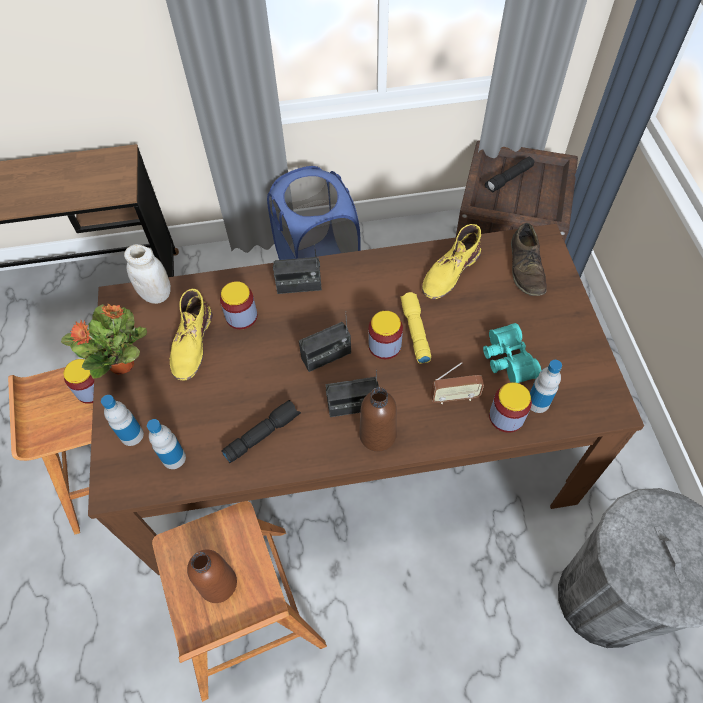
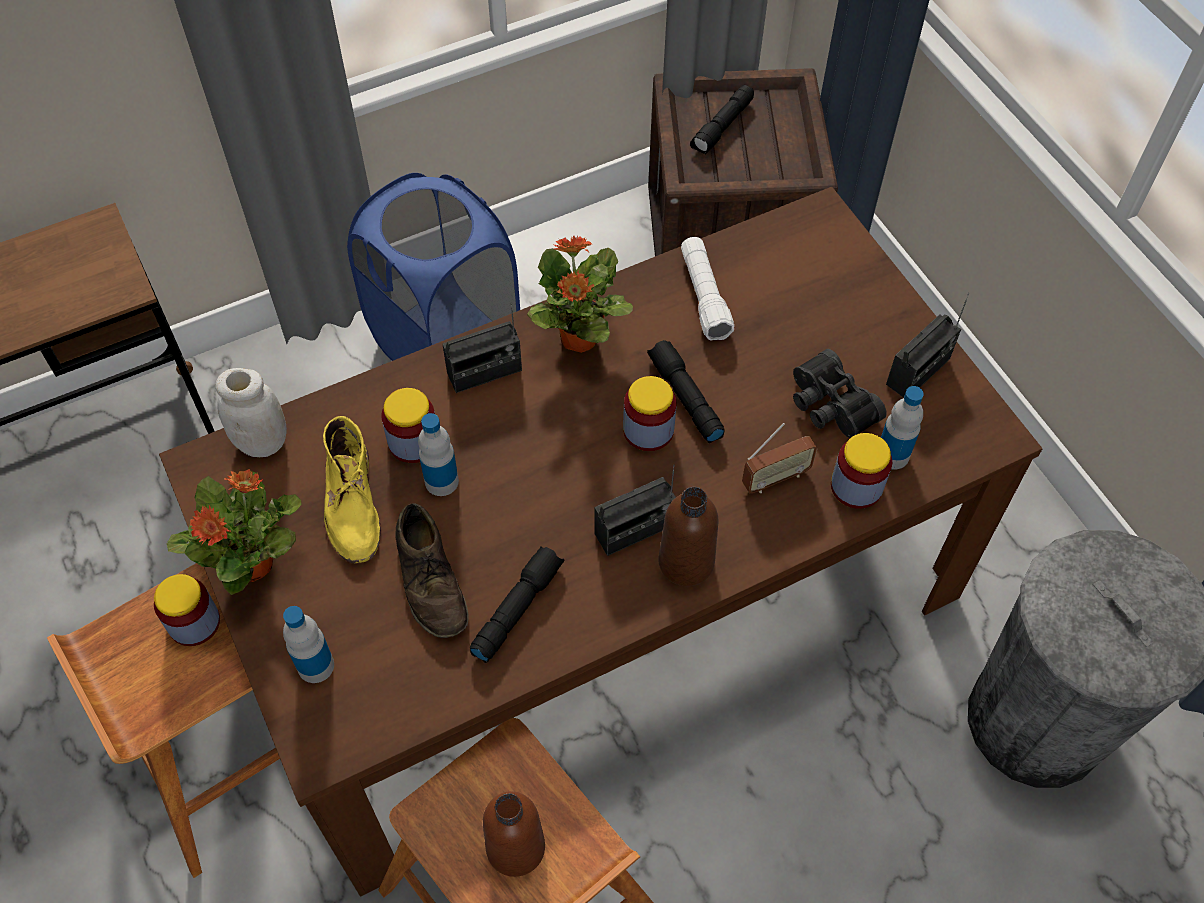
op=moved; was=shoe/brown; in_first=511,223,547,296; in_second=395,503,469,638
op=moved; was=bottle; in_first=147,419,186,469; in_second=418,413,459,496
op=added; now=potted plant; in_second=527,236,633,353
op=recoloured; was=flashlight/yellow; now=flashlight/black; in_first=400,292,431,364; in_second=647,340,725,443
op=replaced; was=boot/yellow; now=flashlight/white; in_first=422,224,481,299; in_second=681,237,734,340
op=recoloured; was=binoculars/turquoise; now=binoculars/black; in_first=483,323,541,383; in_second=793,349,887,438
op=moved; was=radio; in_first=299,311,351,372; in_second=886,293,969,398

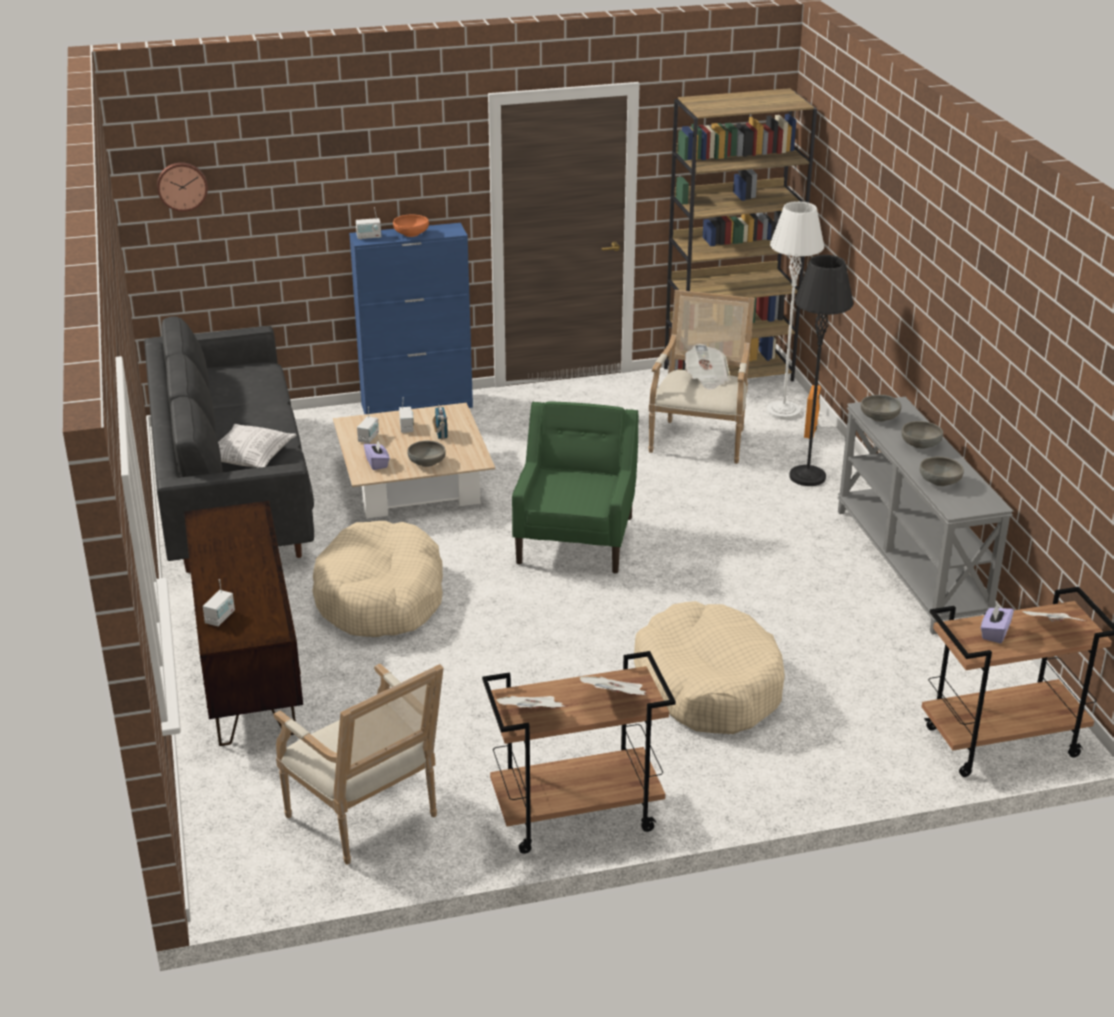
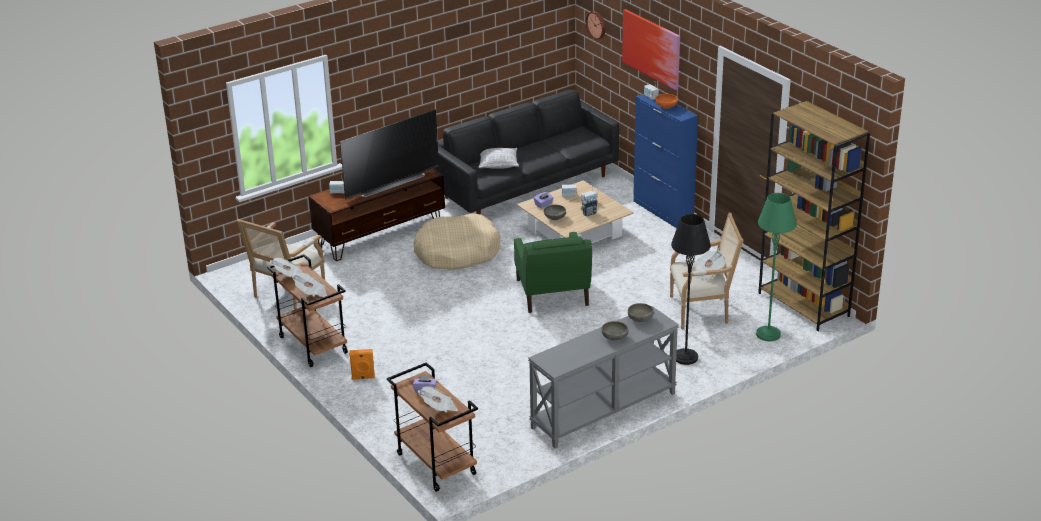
op=added; now=television; in_second=340,109,439,199
op=moved; was=speaker/orange; in_first=804,385,821,439; in_second=349,349,375,380
op=turned; was=armchair/green; in_first=512,401,639,574; in_second=514,232,592,313; clockwise=90
op=added; now=picture; in_second=622,9,680,90
op=recoloured; was=floor lamp/white; now=floor lamp/green; in_first=767,201,824,420; in_second=756,193,797,341
op=removed; was=dog bed/beige; in_first=634,601,785,734
op=removed; was=bowl/grey; in_first=920,457,964,486

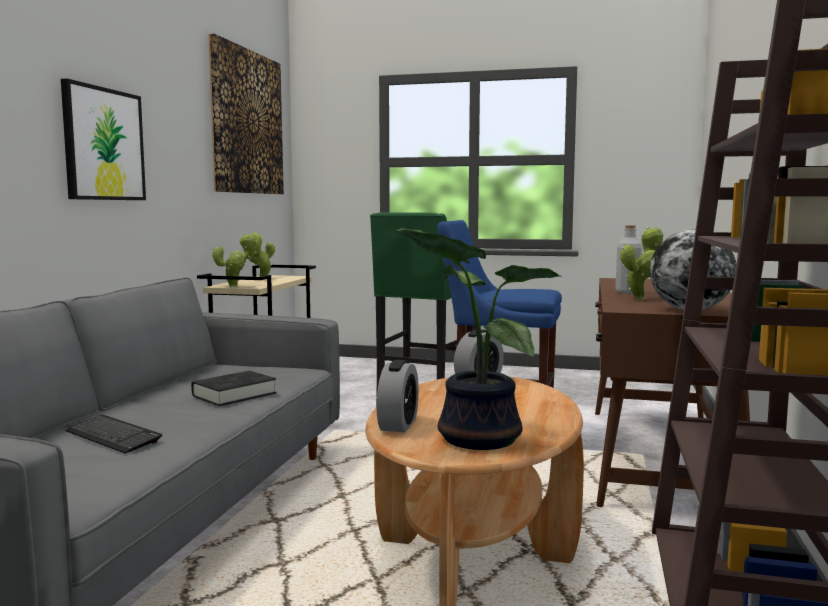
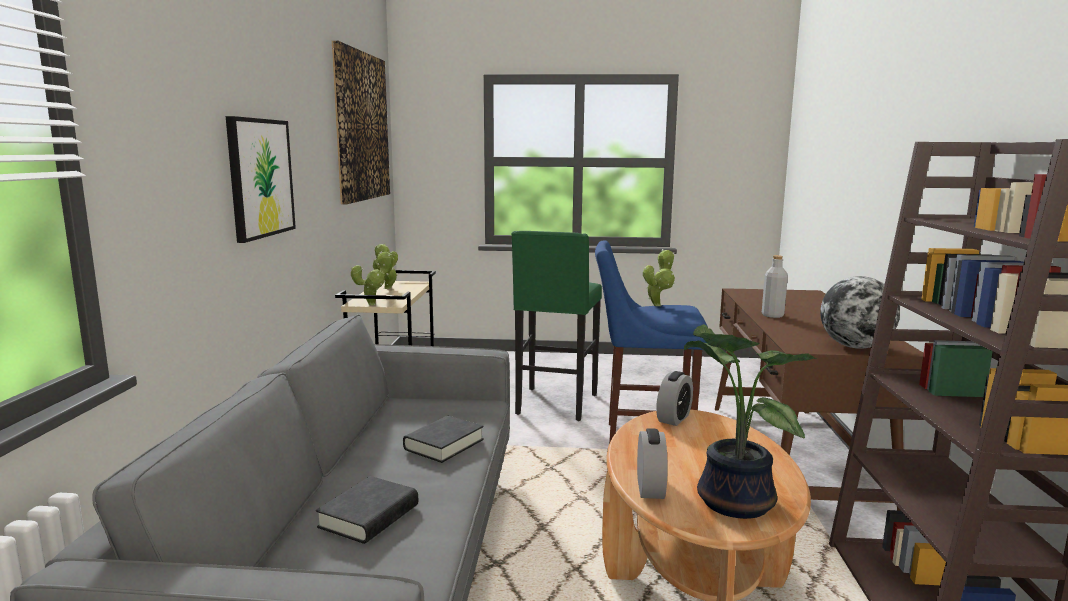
op=replaced; was=keyboard; now=book/black; in_first=65,415,162,454; in_second=316,476,418,544
op=moved; was=potted plant; in_first=620,227,664,300; in_second=643,249,675,306

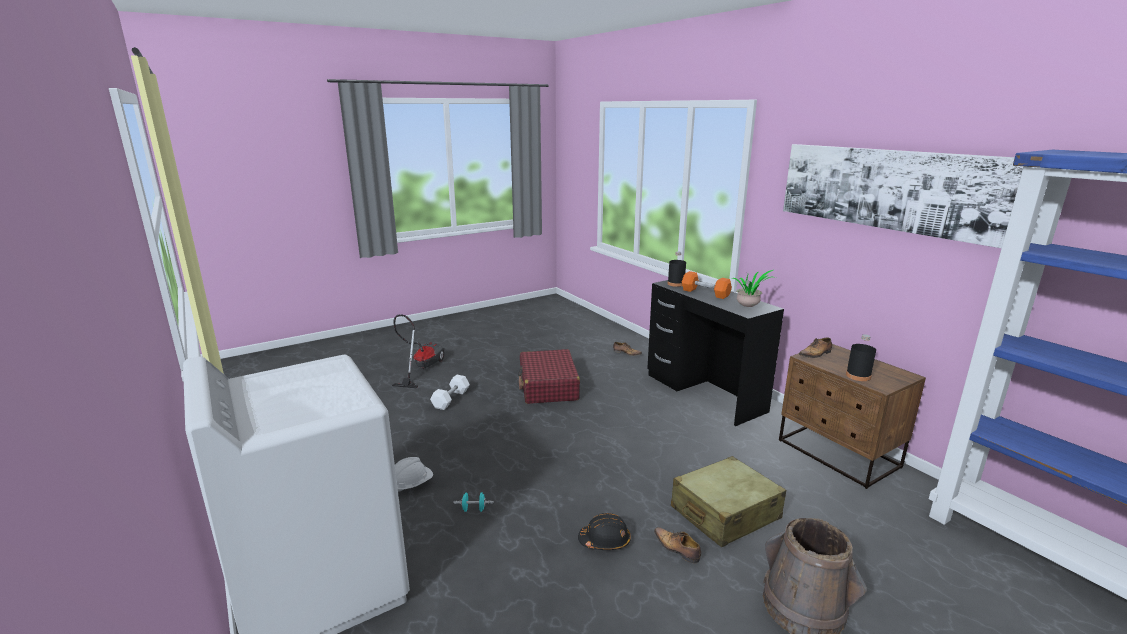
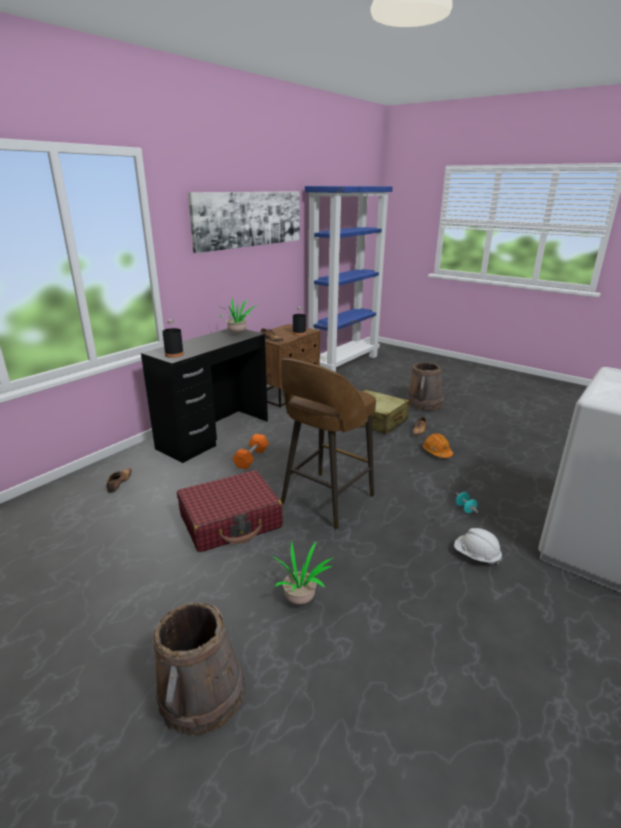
op=replaced; was=vacuum cleaner; now=bucket/brown; in_first=392,314,445,389; in_second=153,602,246,736
op=moved; was=dumbbell/orange; in_first=682,271,732,299; in_second=233,434,269,469
op=replaced; was=dumbbell/white; now=potted plant; in_first=430,375,470,410; in_second=272,542,334,605
op=added; now=stool/brown; in_second=281,358,376,529
op=recoloured; was=hard hat/black; now=hard hat/orange; in_first=578,513,631,550; in_second=423,433,453,458

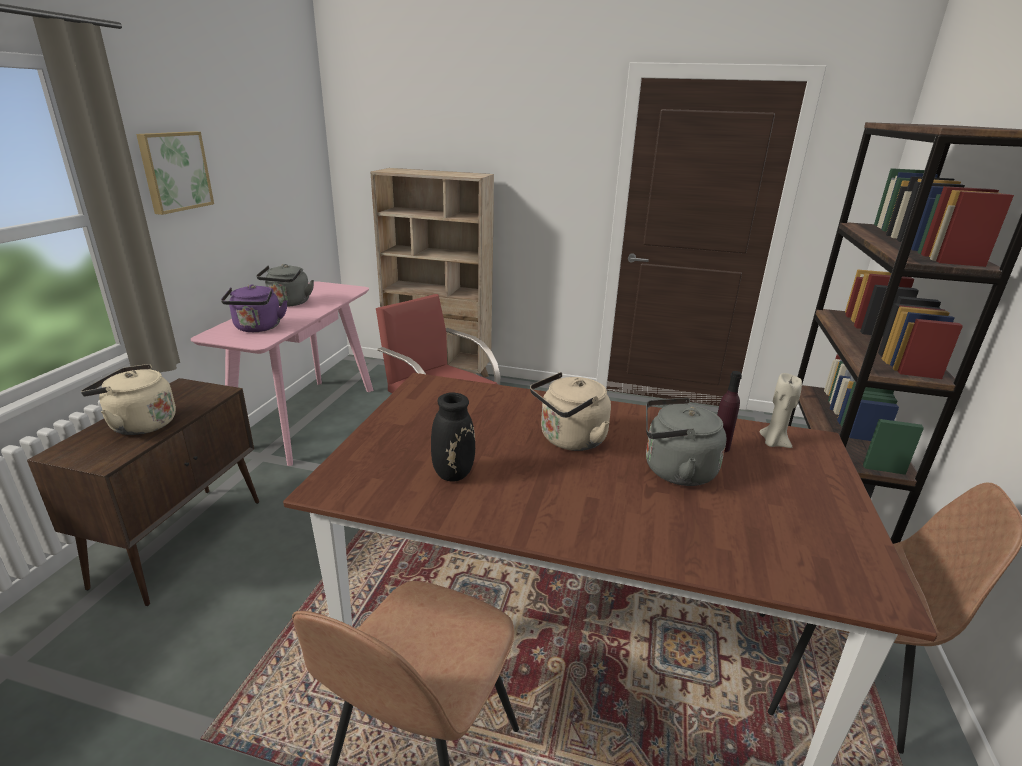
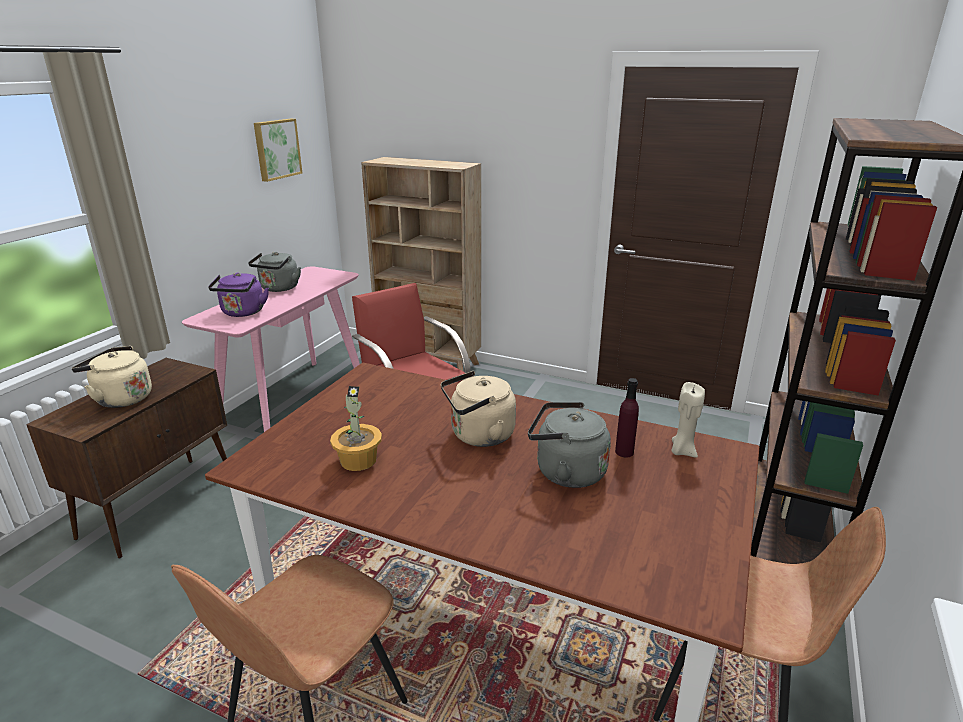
op=moved; was=picture; in_first=136,131,214,215; in_second=254,119,302,182
op=replaced; was=vase/black; now=potted plant; in_first=431,392,475,482; in_second=330,386,382,471

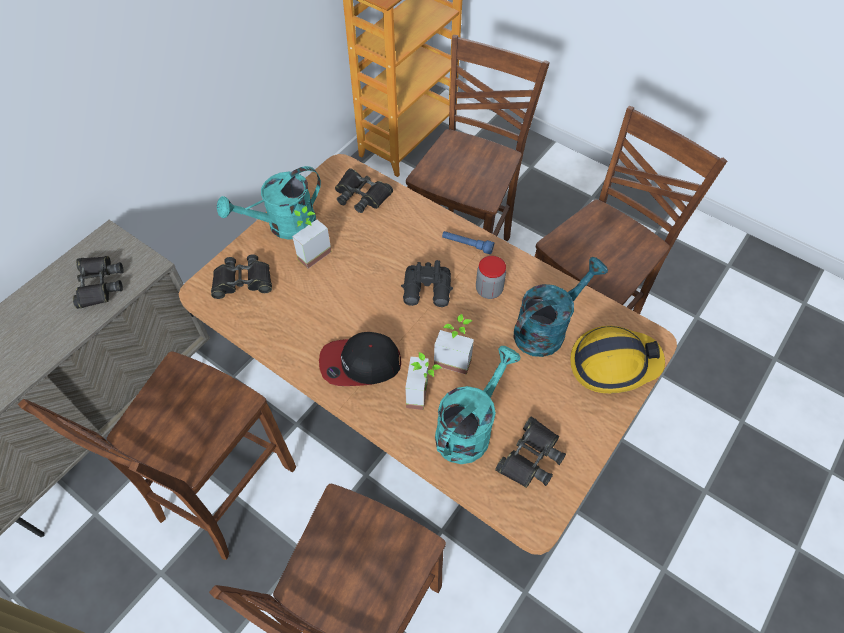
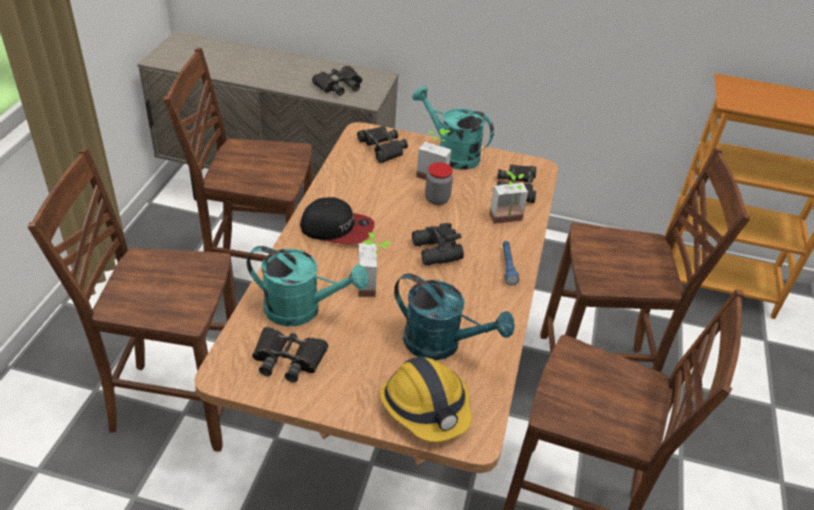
op=turned; was=cap; in_first=319,332,401,386; in_second=300,197,374,245; clockwise=135
op=moved; was=jar; in_first=476,256,506,299; in_second=425,162,453,205
op=moved; was=potted plant; in_first=405,352,442,410; in_second=489,171,528,224

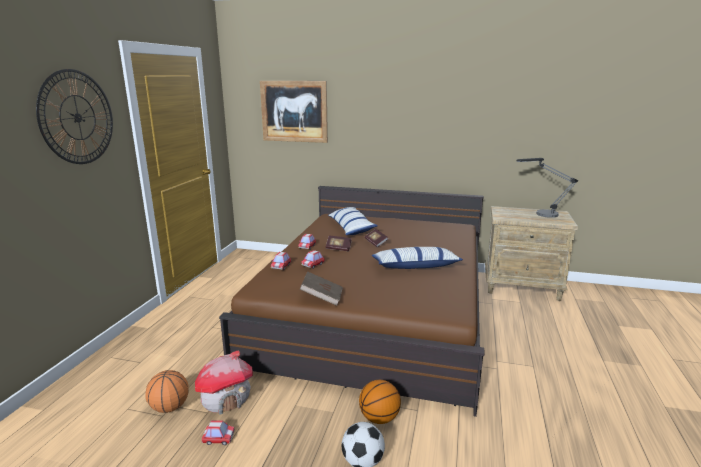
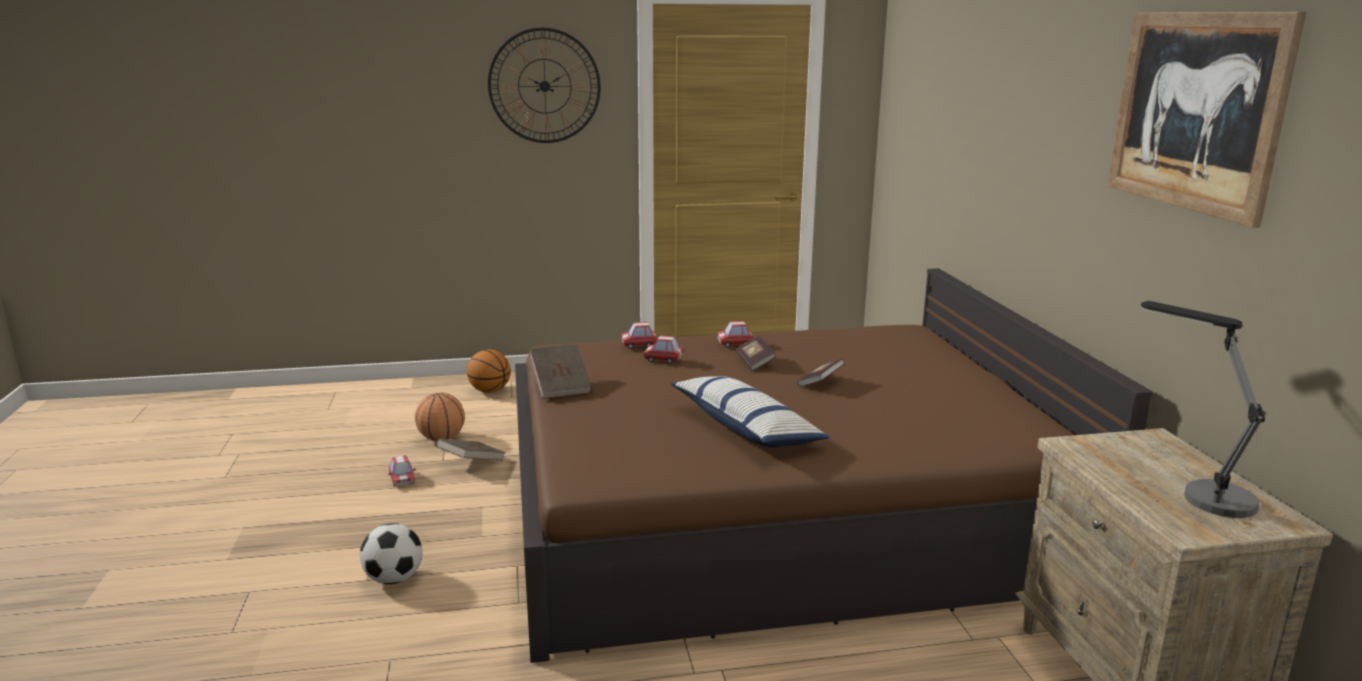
op=replaced; was=toy house; now=book/brown; in_first=195,351,253,415; in_second=436,439,506,461
op=moved; was=basketball; in_first=359,380,401,424; in_second=467,350,511,393
op=moved; was=picture; in_first=260,81,328,143; in_second=1107,12,1306,228
op=removed; was=pillow; in_first=328,207,378,235

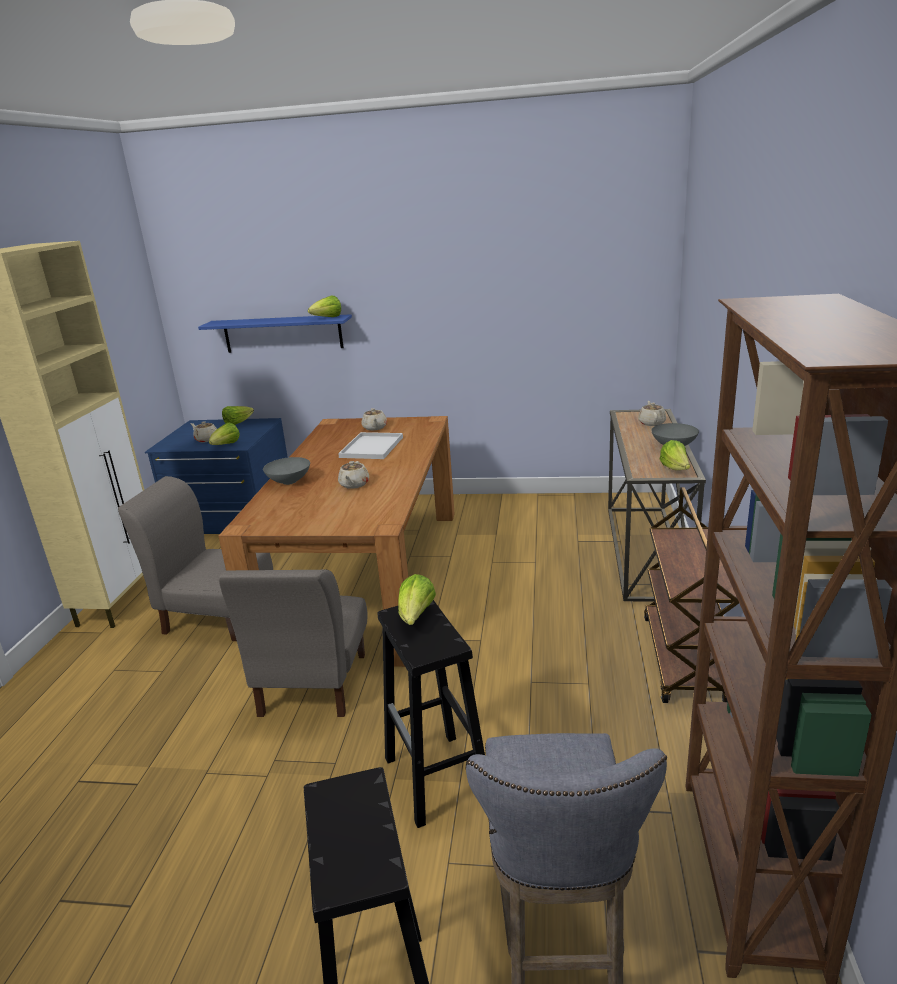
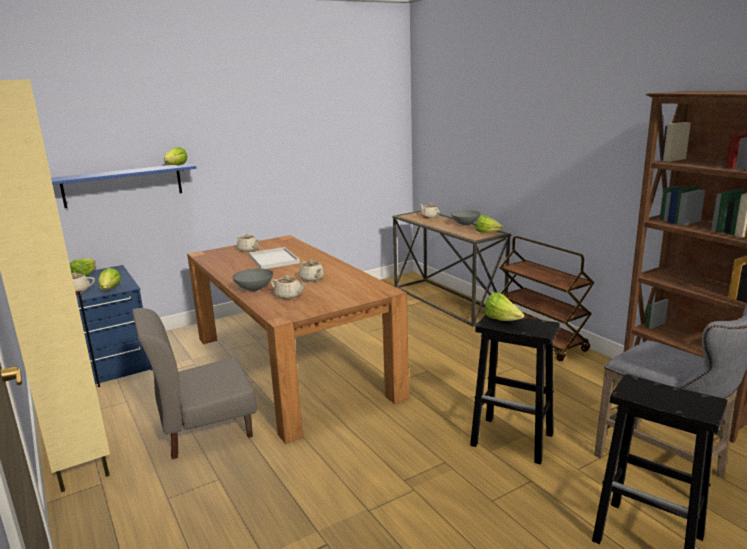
op=added; now=teapot/beige; in_second=271,275,307,299
op=removed; was=chair/grey; in_first=219,570,368,717

